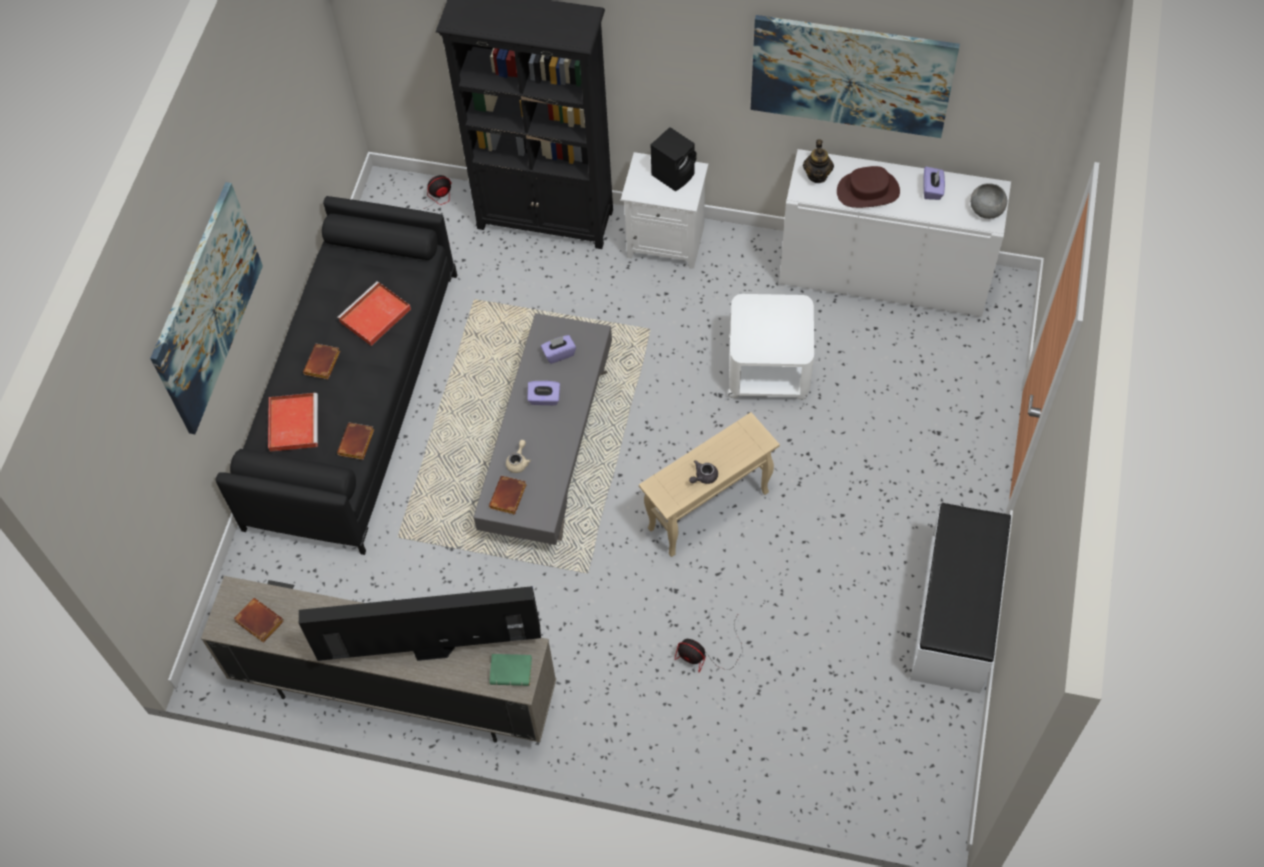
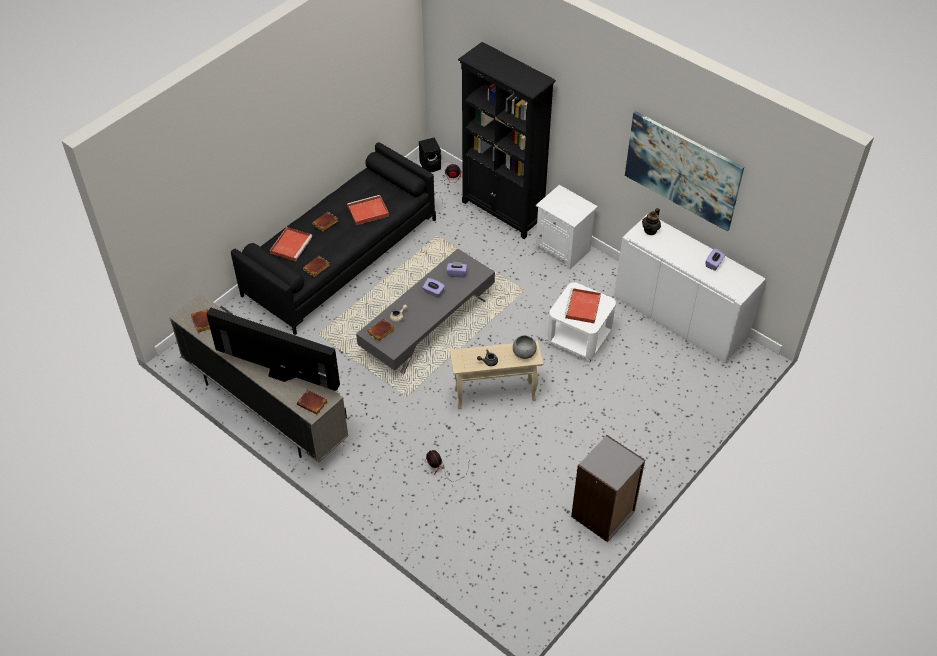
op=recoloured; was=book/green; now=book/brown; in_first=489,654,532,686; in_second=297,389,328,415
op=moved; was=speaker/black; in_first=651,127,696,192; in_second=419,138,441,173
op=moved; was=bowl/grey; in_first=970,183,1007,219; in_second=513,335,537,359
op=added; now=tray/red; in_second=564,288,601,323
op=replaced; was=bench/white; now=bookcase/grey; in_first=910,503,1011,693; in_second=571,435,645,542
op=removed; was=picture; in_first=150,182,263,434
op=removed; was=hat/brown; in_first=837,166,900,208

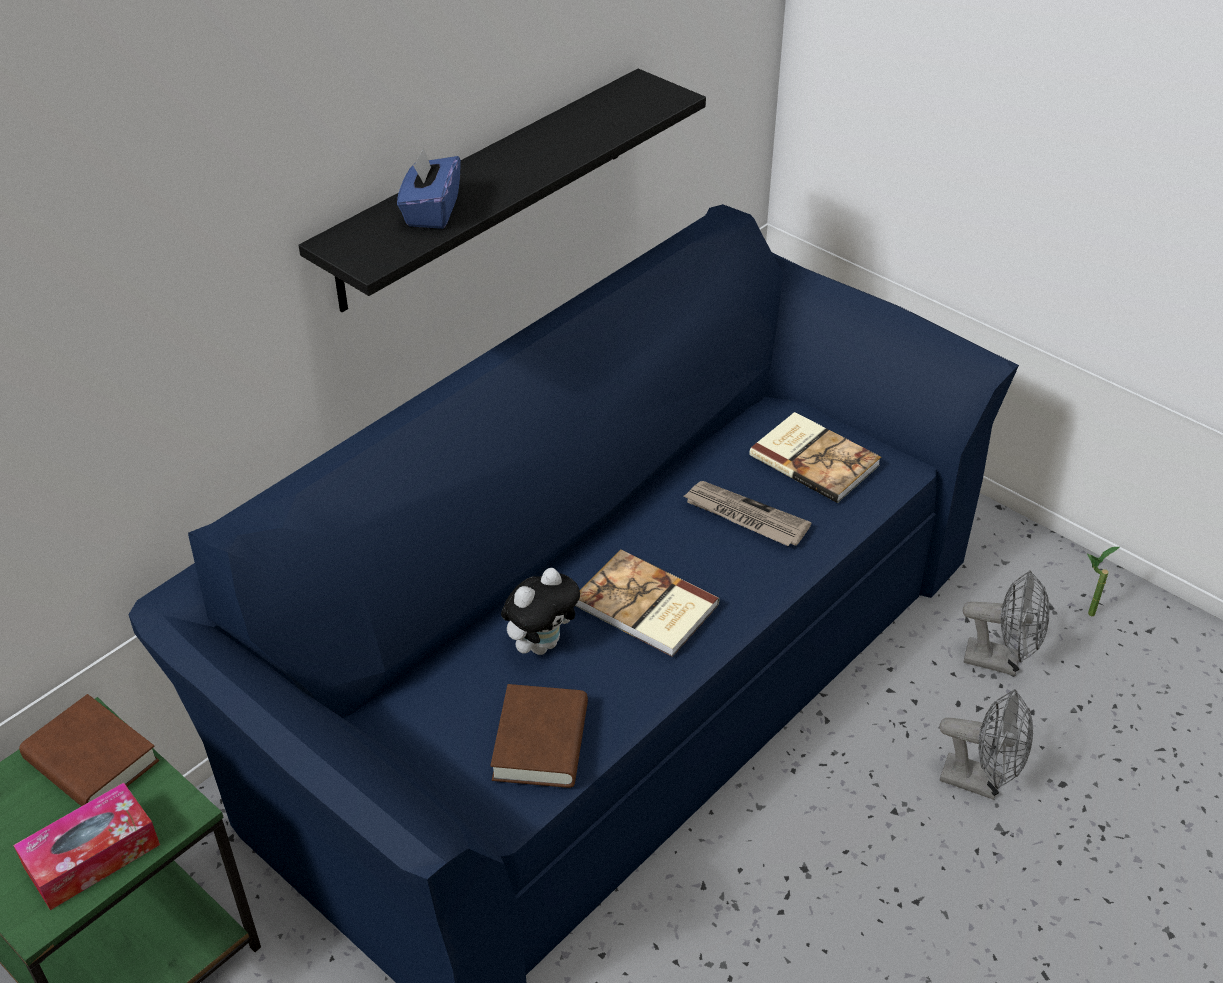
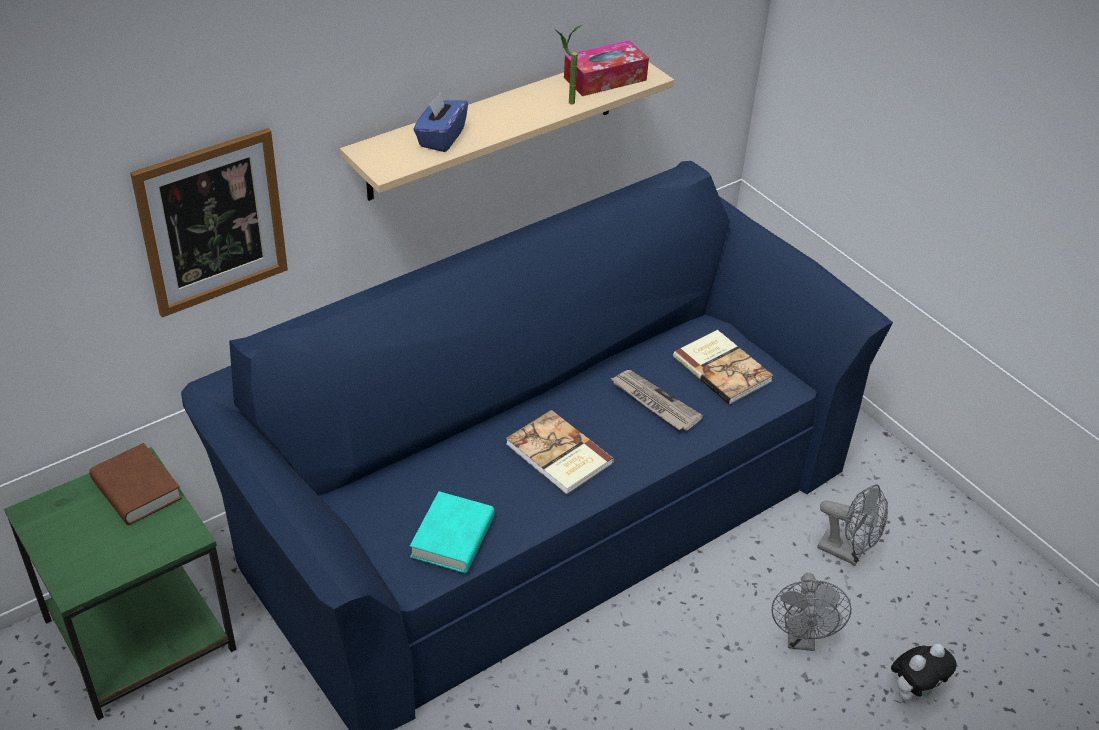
op=added; now=picture; in_second=130,128,288,317
op=recoloured; was=shelf/black; now=shelf/beige; in_first=299,69,706,312; in_second=340,62,674,201
op=recoloured; was=book/brown; now=book/turquoise; in_first=490,684,588,788; in_second=410,491,495,573
op=moved; was=potted plant; in_first=1087,547,1120,616; in_second=556,25,581,104
op=moved; was=tissue box; in_first=13,783,160,910; in_second=564,40,649,96
op=turned; was=fan/grey; in_first=940,689,1033,800; in_second=772,573,852,651; clockwise=60
op=moved; was=plush toy; in_first=501,568,580,655; in_second=891,644,956,701

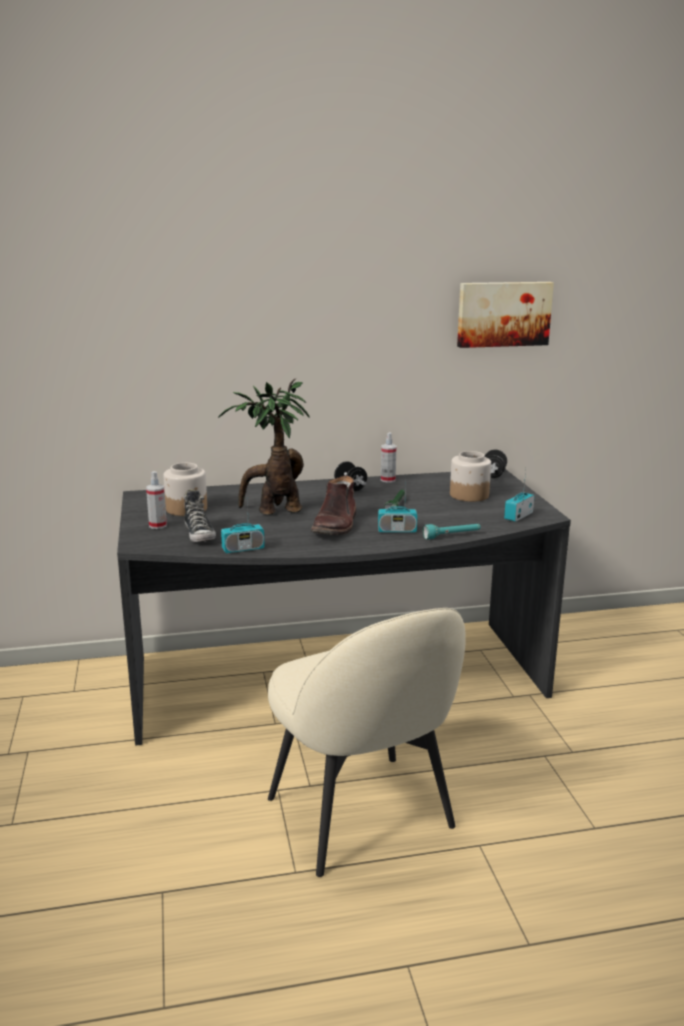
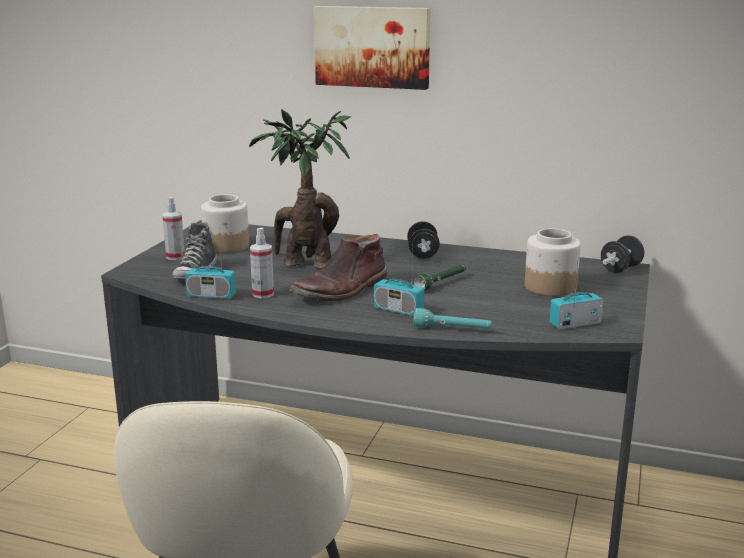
op=moved; was=spray bottle; in_first=381,432,396,483; in_second=250,228,274,298
op=moved; was=picture; in_first=457,282,554,348; in_second=314,6,431,90

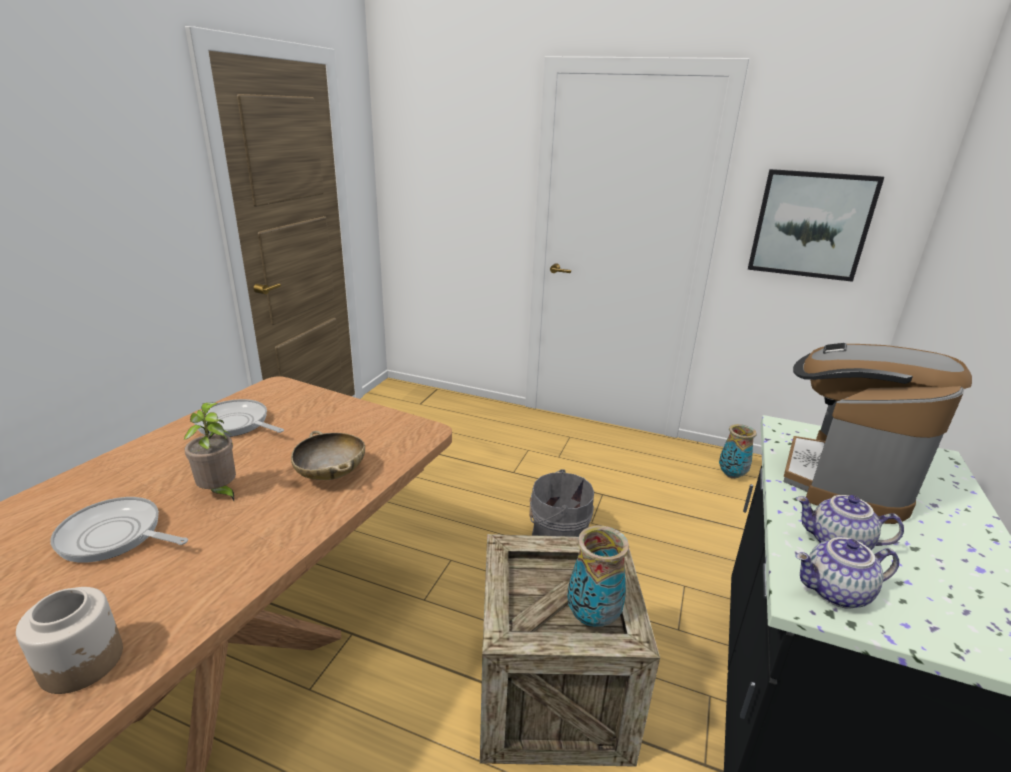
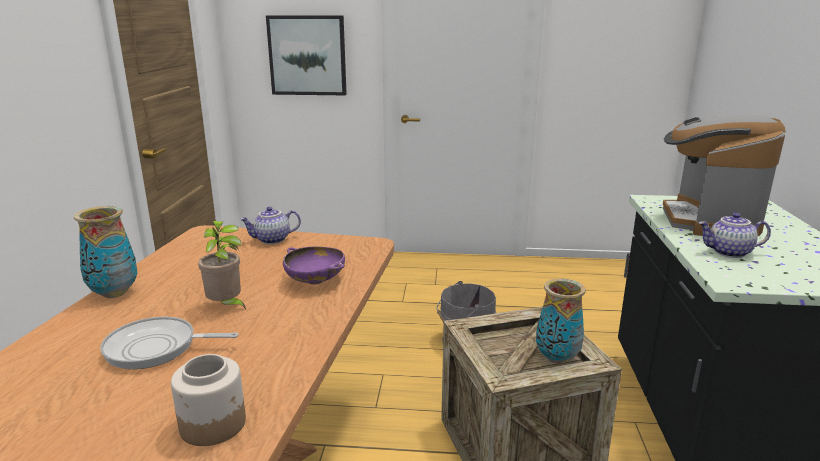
op=moved; was=vase; in_first=719,424,757,479; in_second=74,206,137,298
op=moved; was=teapot; in_first=796,537,899,609; in_second=239,207,301,244
op=moved; was=picture; in_first=748,169,884,282; in_second=266,15,347,95
op=recoloured; was=bowl/beige; now=bowl/purple; in_first=291,431,365,480; in_second=283,246,345,284
op=removed; was=frying pan; in_first=194,399,284,437

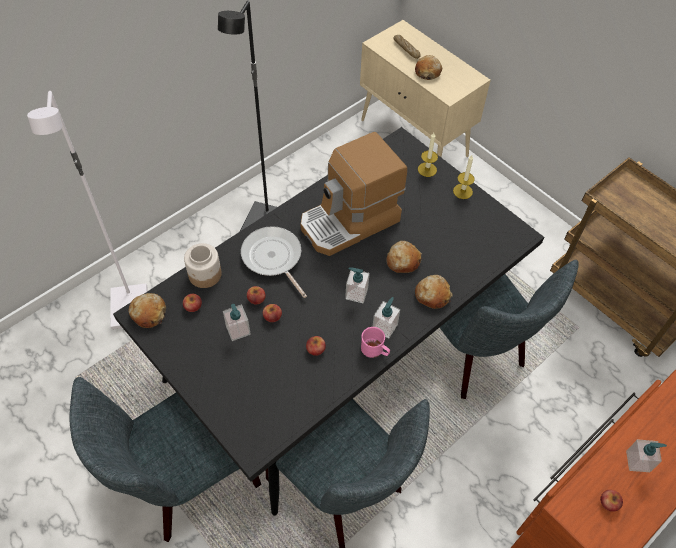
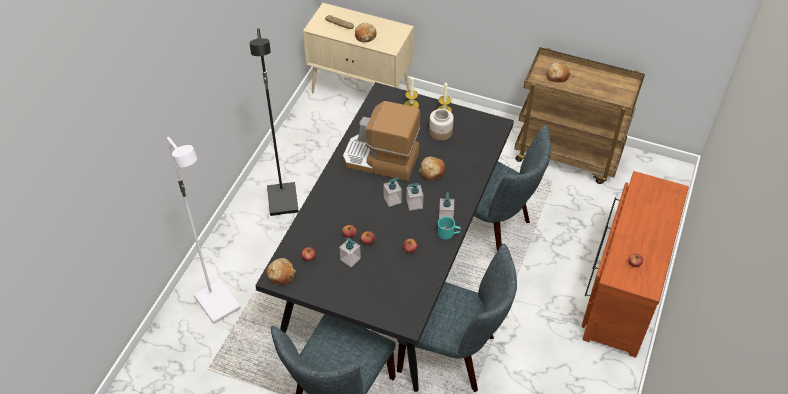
op=turned; was=coffee machine; in_first=301,132,407,256; in_second=343,101,420,181; clockwise=75
op=moved; was=soap dispenser; in_first=626,439,667,472; in_second=383,178,402,207
op=moved; was=jar; in_first=184,243,222,288; in_second=429,109,454,141
op=recoloured; was=mug/pink; now=mug/turquoise; in_first=361,327,390,358; in_second=438,216,461,240
op=moved; was=bread; in_first=415,275,453,309; in_second=546,62,571,83
op=removed; was=frying pan; in_first=241,226,307,298

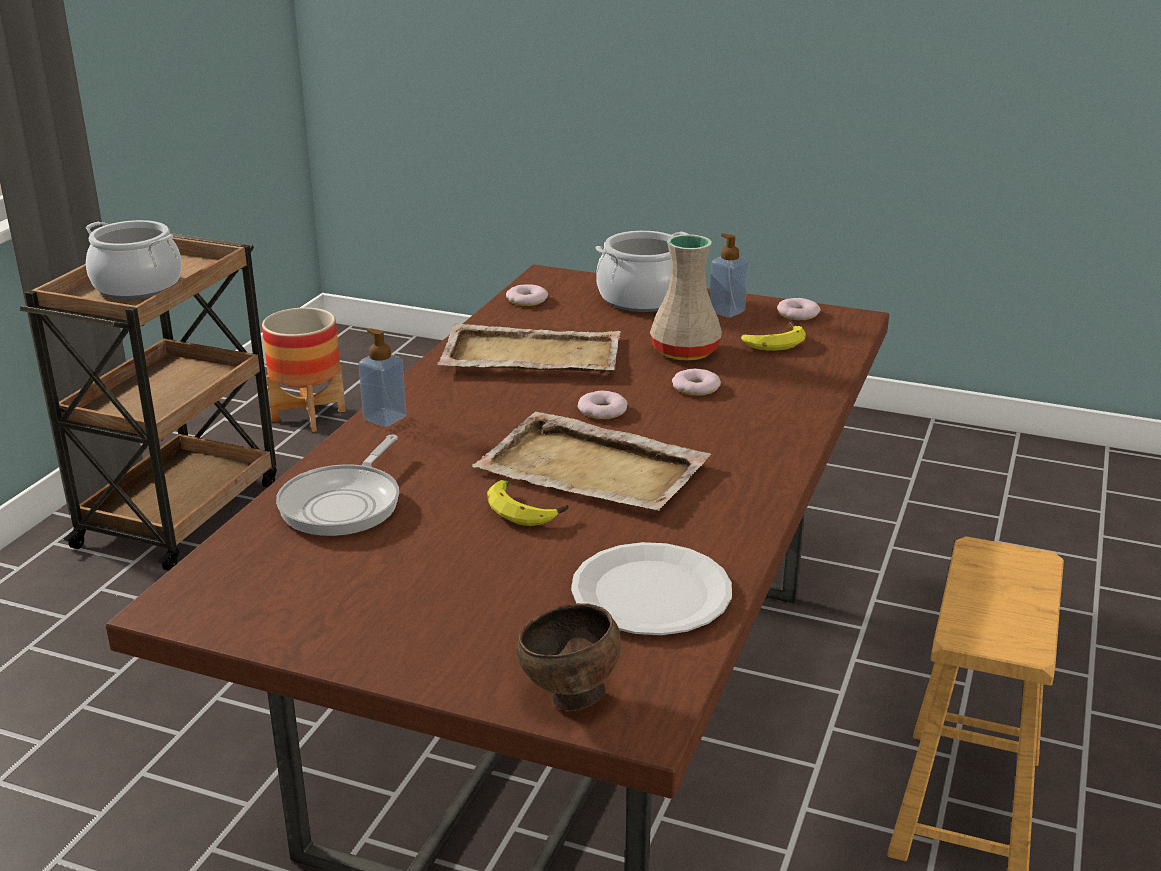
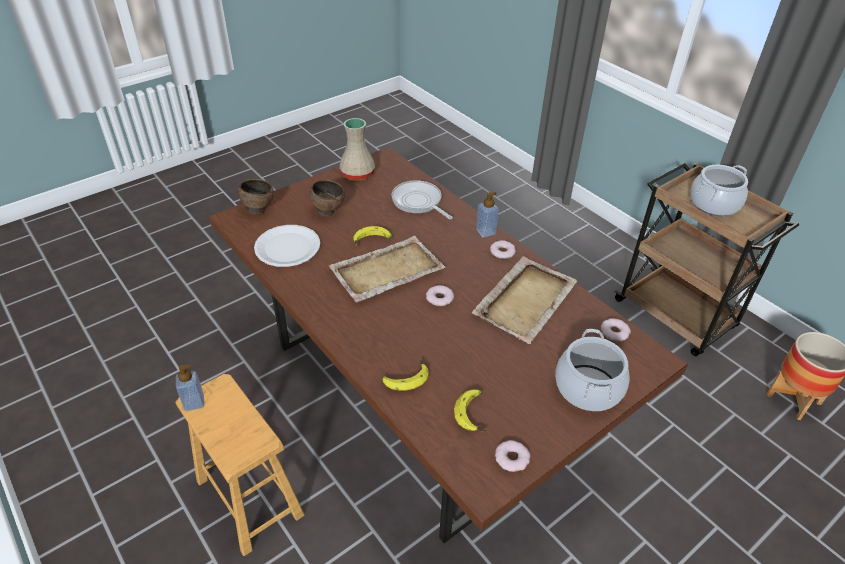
op=moved; was=soap dispenser; in_first=710,233,748,318; in_second=176,365,204,411
op=added; now=bowl/brown; in_second=309,180,345,216
op=moved; was=vase/beige; in_first=650,234,722,361; in_second=340,118,375,181
op=added; now=banana; in_second=382,359,429,391
op=moved; was=donut; in_first=672,369,721,396; in_second=490,240,516,259

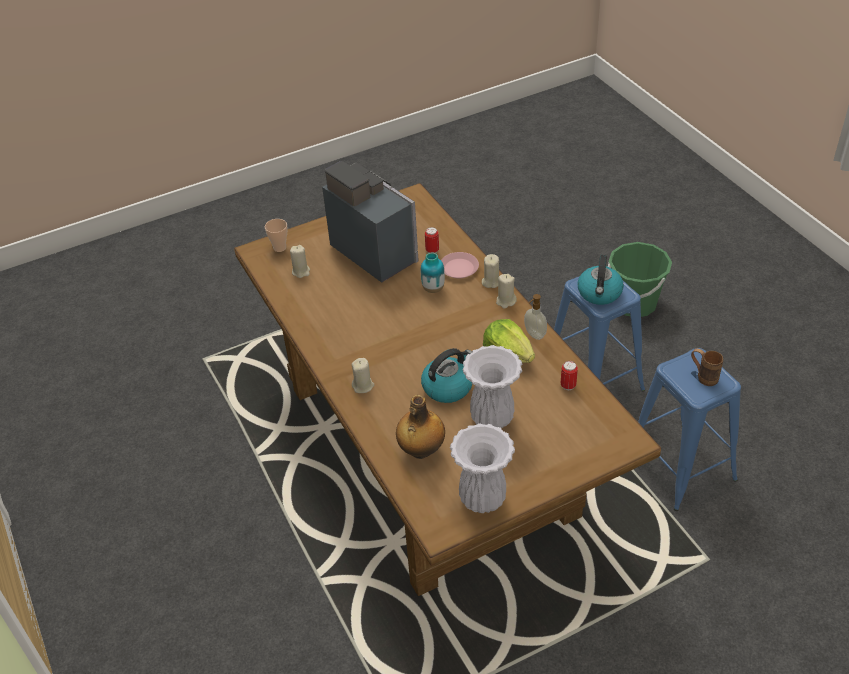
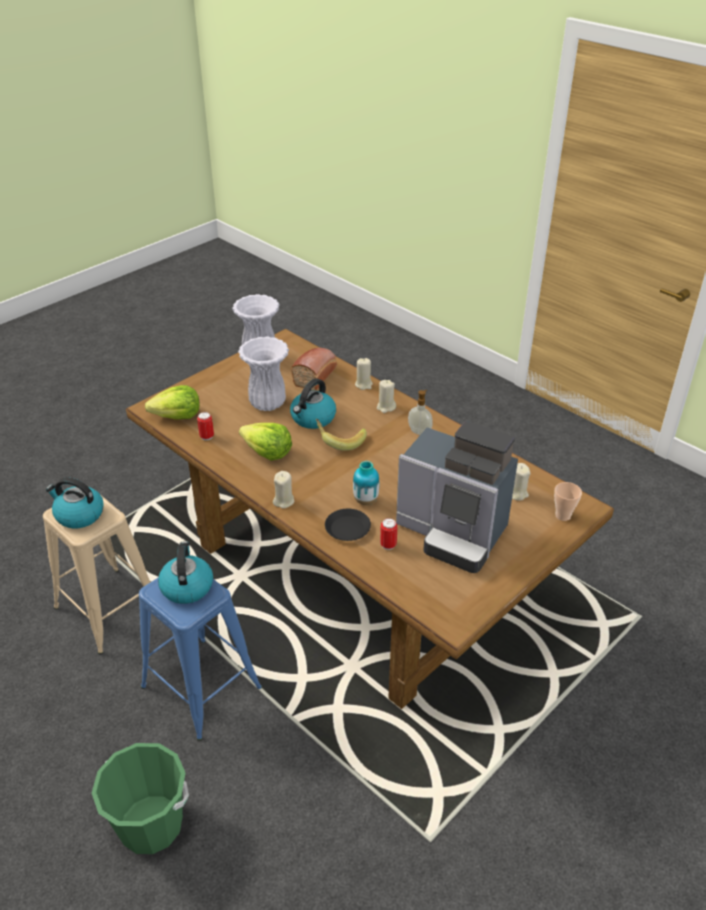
op=recoloured; was=stool/blue; now=stool/beige; in_first=638,348,741,511; in_second=43,496,150,654
op=replaced; was=mug/brown; now=kettle; in_first=691,349,723,386; in_second=46,477,104,529
op=added; now=lettuce; in_second=145,385,200,420
op=replaced; was=bottle; now=bread; in_first=396,395,445,459; in_second=291,348,337,391
op=added; now=banana; in_second=316,419,367,451
op=recoloured; was=plate/pink; now=plate/black; in_first=441,252,479,278; in_second=325,509,371,541
op=moved; was=candle/beige; in_first=482,254,499,288; in_second=355,358,373,390
op=moved; was=soap dispenser; in_first=524,294,547,340; in_second=408,390,433,435

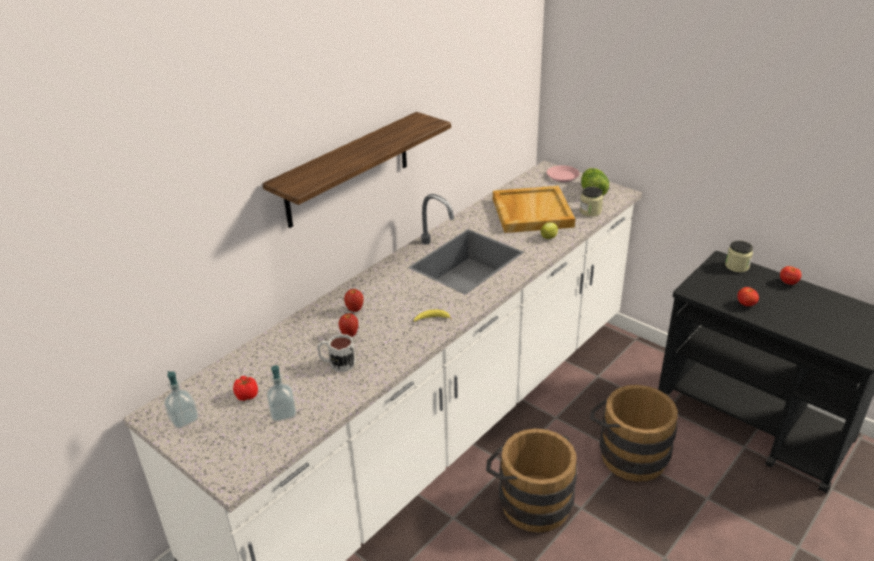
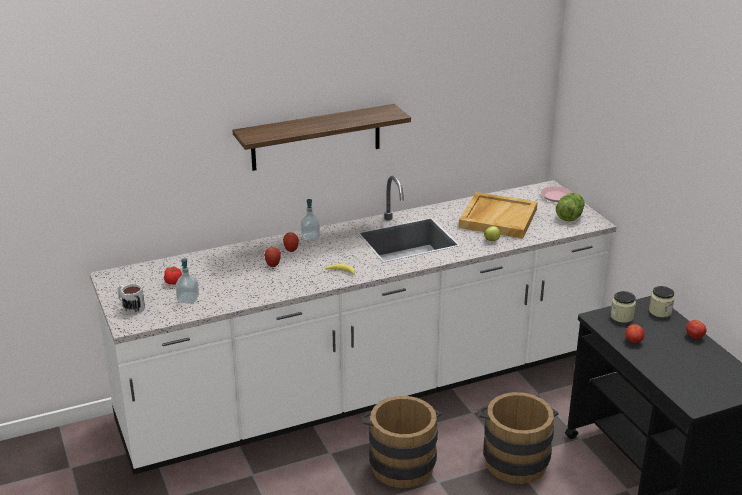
op=moved; was=mug; in_first=317,334,356,372; in_second=117,283,145,315
op=moved; was=soap dispenser; in_first=164,371,199,429; in_second=300,199,320,240
op=moved; was=jar; in_first=580,186,603,217; in_second=610,291,636,323

